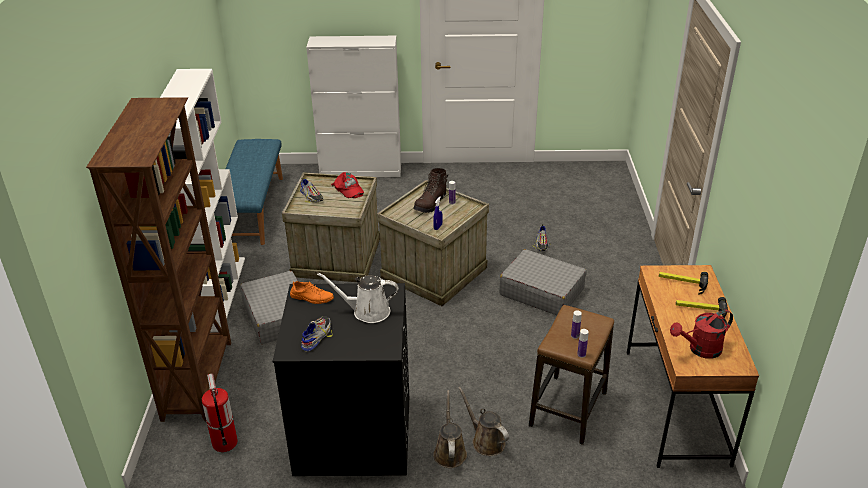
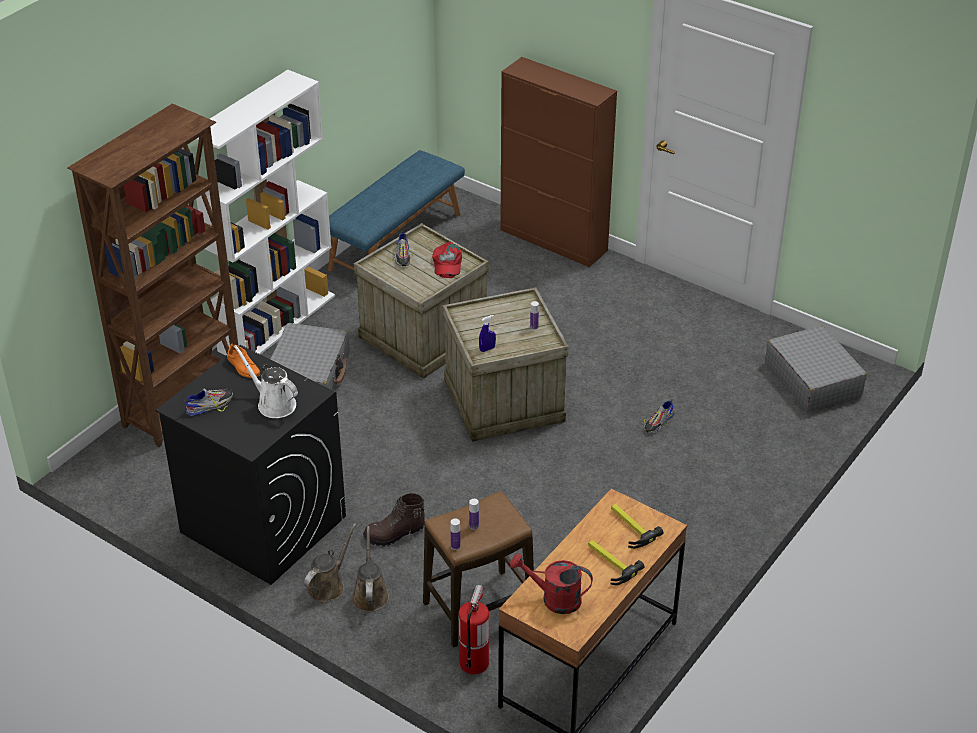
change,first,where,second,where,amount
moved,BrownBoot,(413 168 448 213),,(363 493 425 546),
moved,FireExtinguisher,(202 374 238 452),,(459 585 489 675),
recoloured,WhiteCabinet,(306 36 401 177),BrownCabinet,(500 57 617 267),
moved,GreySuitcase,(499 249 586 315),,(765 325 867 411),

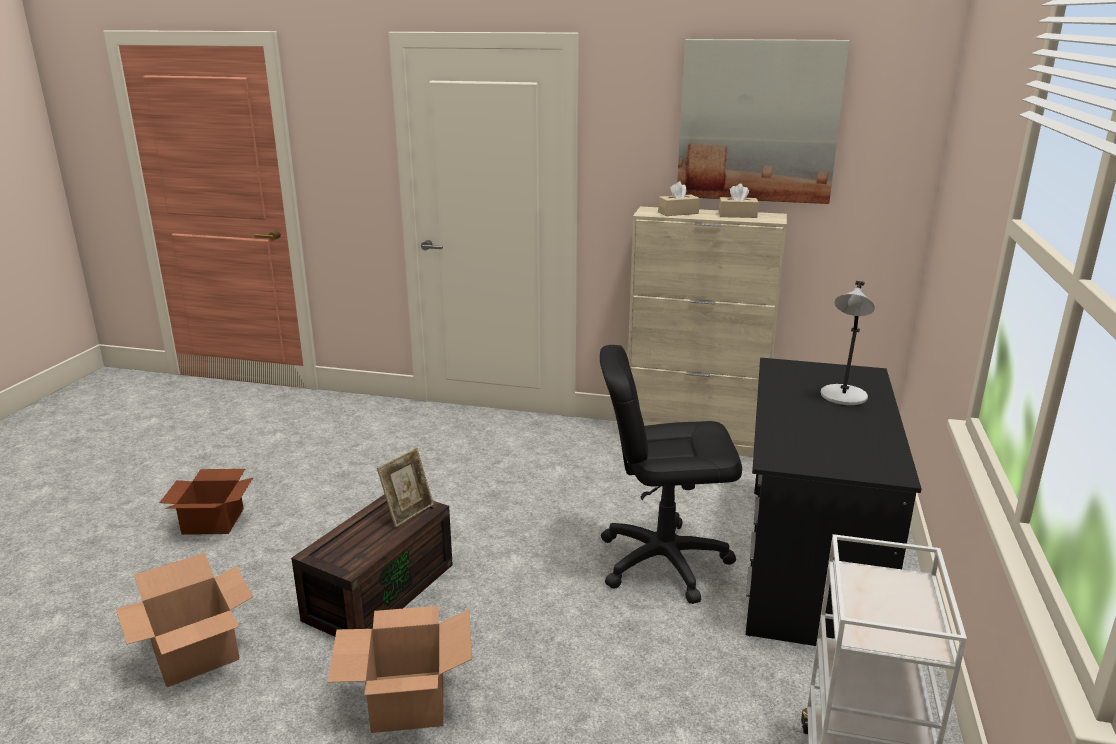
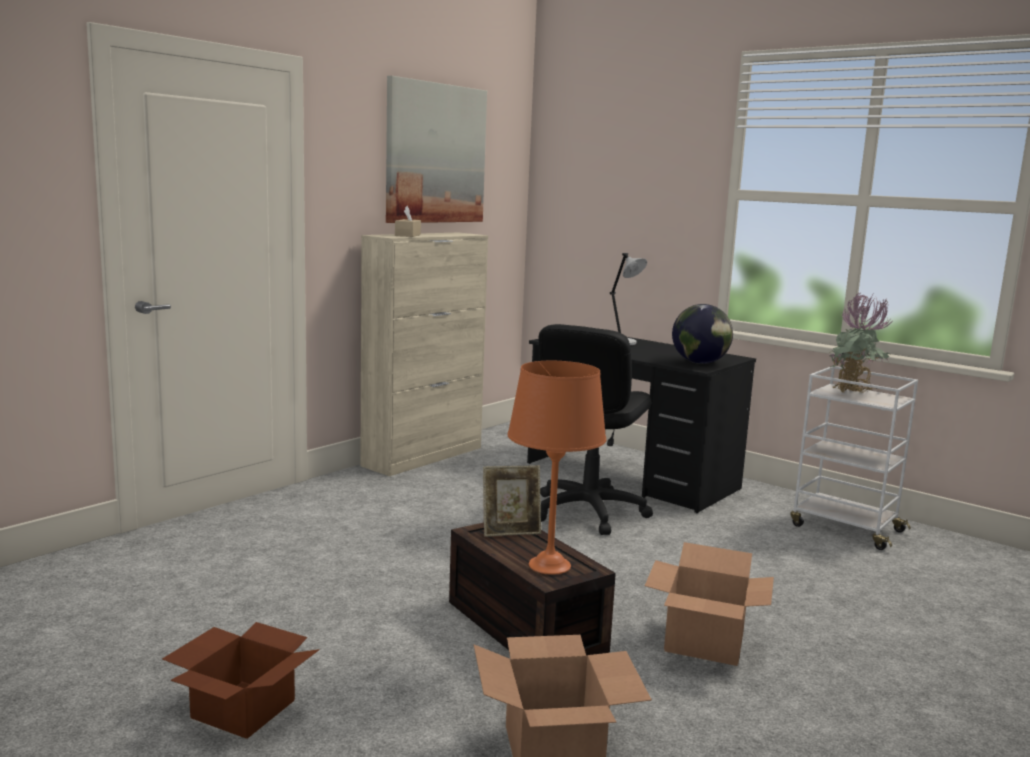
change,first,where,second,where,amount
turned,PictureFrame,(377 448 434 527),,(483 466 541 537),105 degrees clockwise
added,,,OrangeTableLamp,(507 361 606 575),
added,,,Globe,(672 304 733 364),
added,,,PottedPlant,(830 293 893 393),
removed,BeigeTissueBox,(719 184 759 218),,,

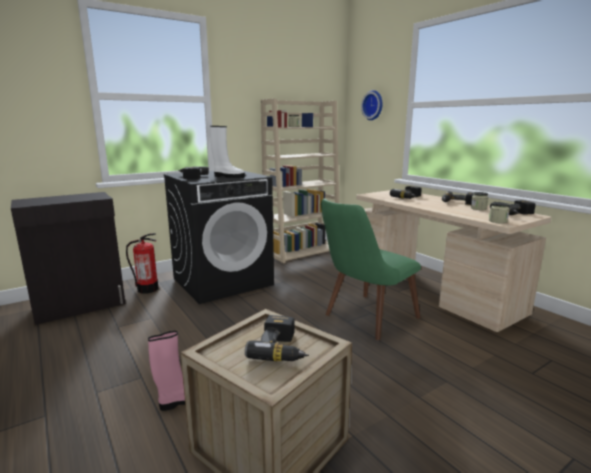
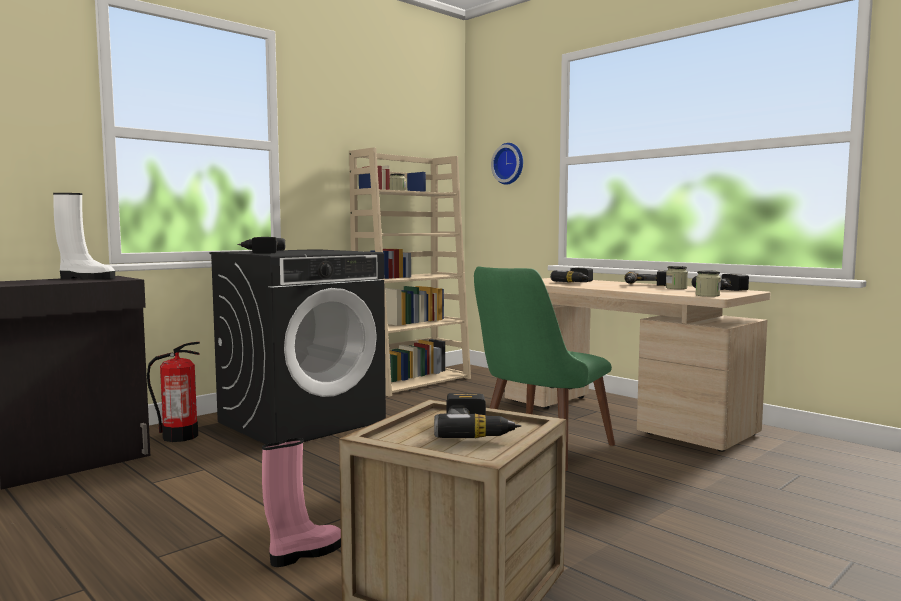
change,first,where,second,where,amount
moved,WhiteBoot,(210 126 245 178),,(53 193 115 280),

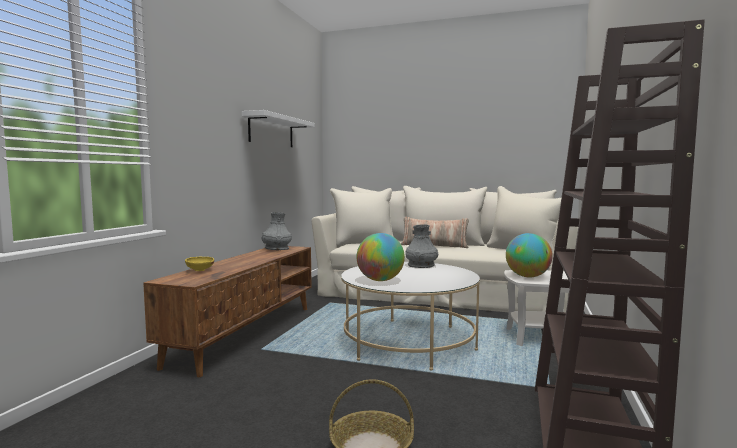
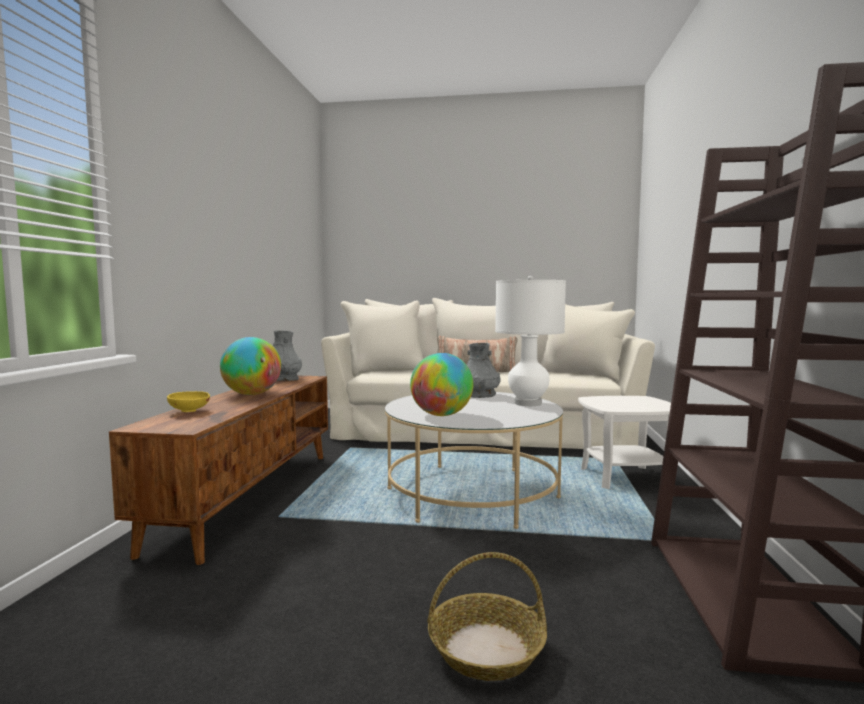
change,first,where,second,where,amount
moved,Globe,(506 233 553 277),,(220 337 281 395),
added,,,WhiteTableLamp,(495 276 566 406),
removed,WhiteShelf,(242 110 314 147),,,

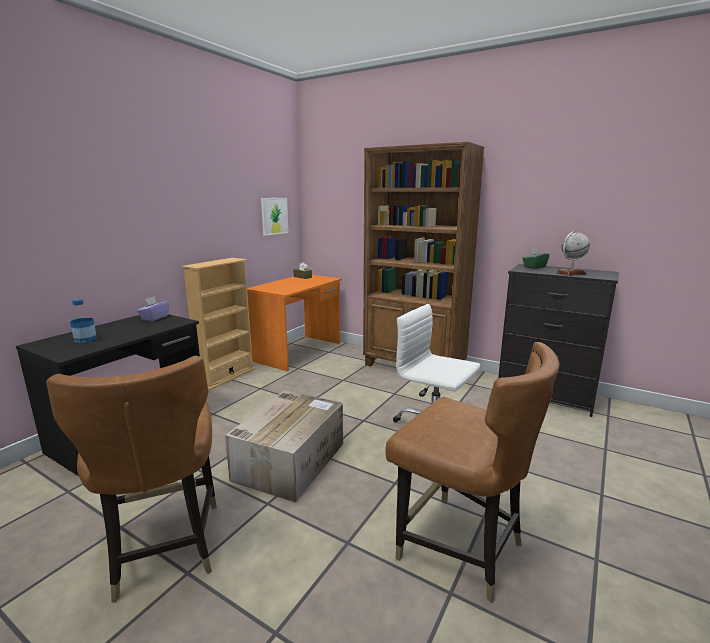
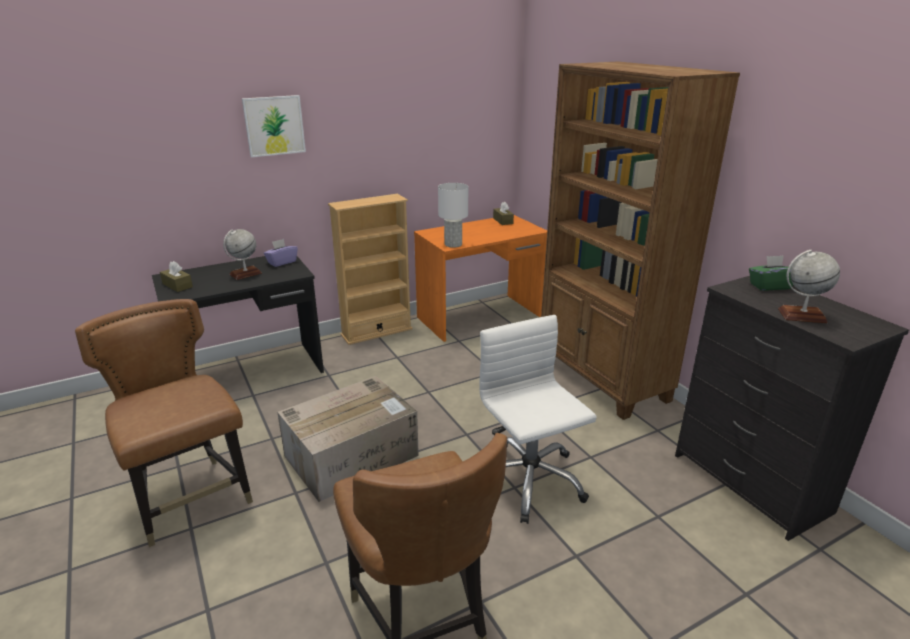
change,first,where,second,where,amount
turned,BrownChair,(46 356 217 602),,(75 299 253 547),135 degrees clockwise
added,,,BrownTissueBox,(160 261 193 292),
added,,,Globe,(223 229 262 280),
moved,Picture,(261 198 289 236),,(242 95 306 157),
added,,,WhiteTableLamp,(438 183 468 248),
removed,Bottle,(70 299 97 343),,,

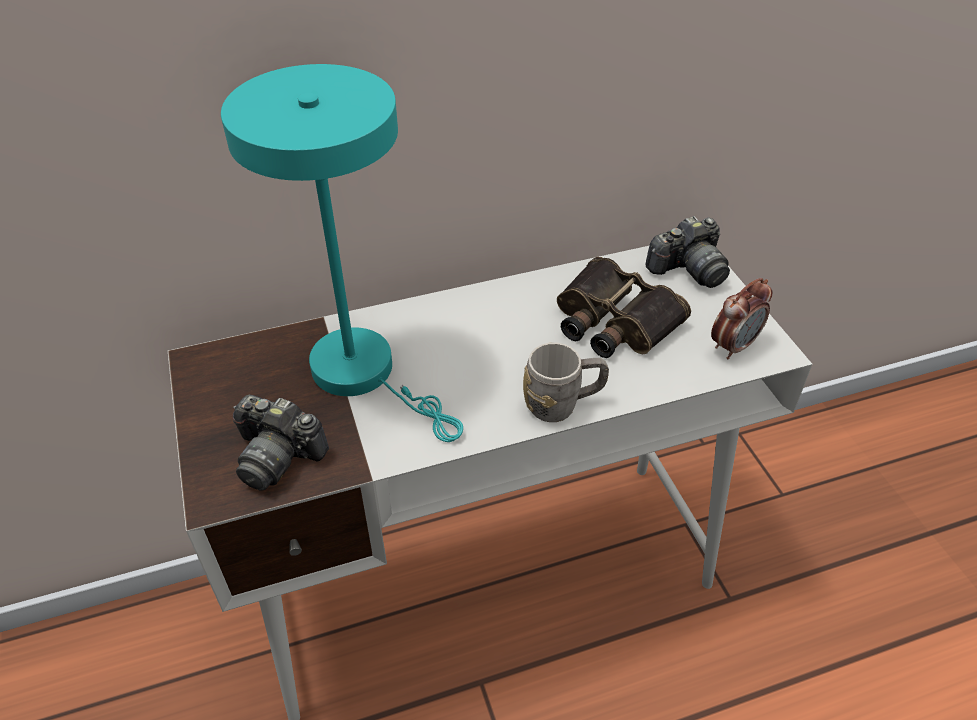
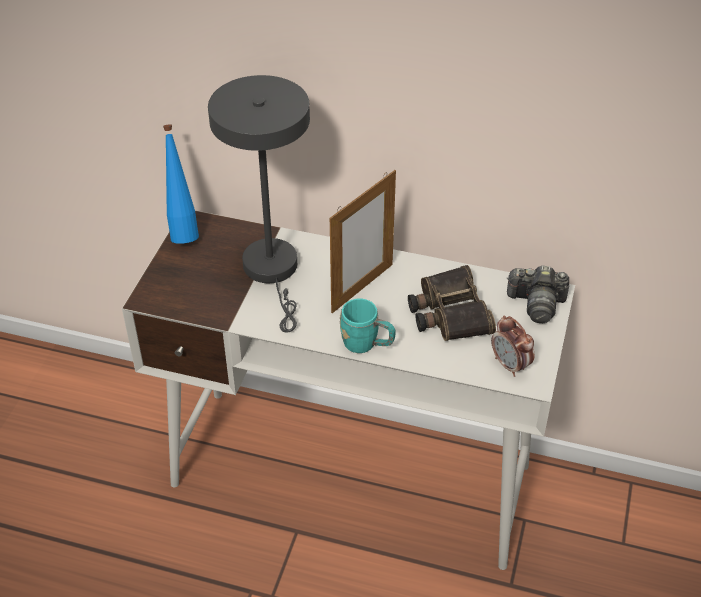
change,first,where,second,where,amount
added,,,BlueBottle,(163 124 199 244),
recoloured,TurquoiseTableLamp,(221 64 463 442),GreyTableLamp,(208 75 310 333),
added,,,PictureFrame,(330 170 396 313),
recoloured,GreyMug,(523 343 609 422),TurquoiseMug,(340 299 395 353),
turned,AlarmClock,(711 278 773 359),,(491 315 534 377),60 degrees clockwise
removed,PhotoCamera,(233 394 329 490),,,

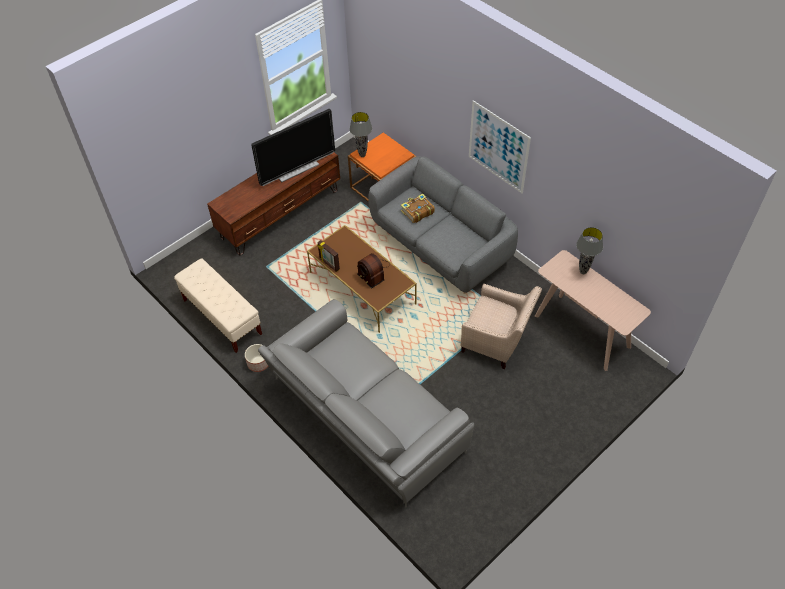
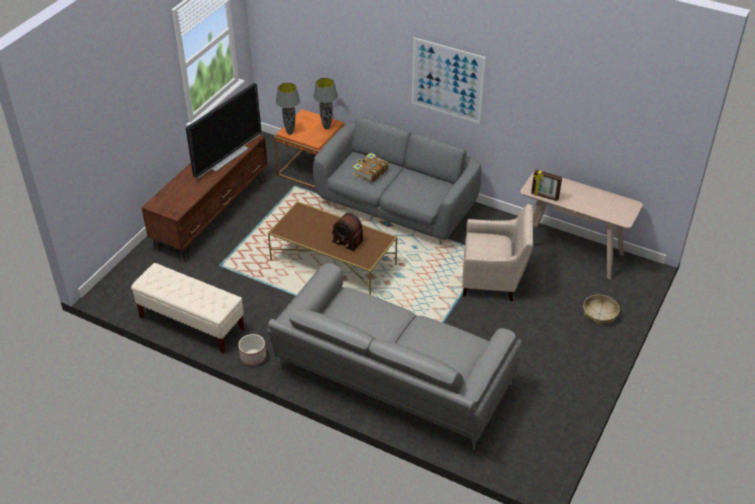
change,first,where,second,where,amount
moved,GreyTableLamp,(576 227 603 274),,(313 78 338 129),
moved,PictureFrame,(317 240 340 272),,(531 169 562 201),
added,,,Basket,(583 295 620 325),

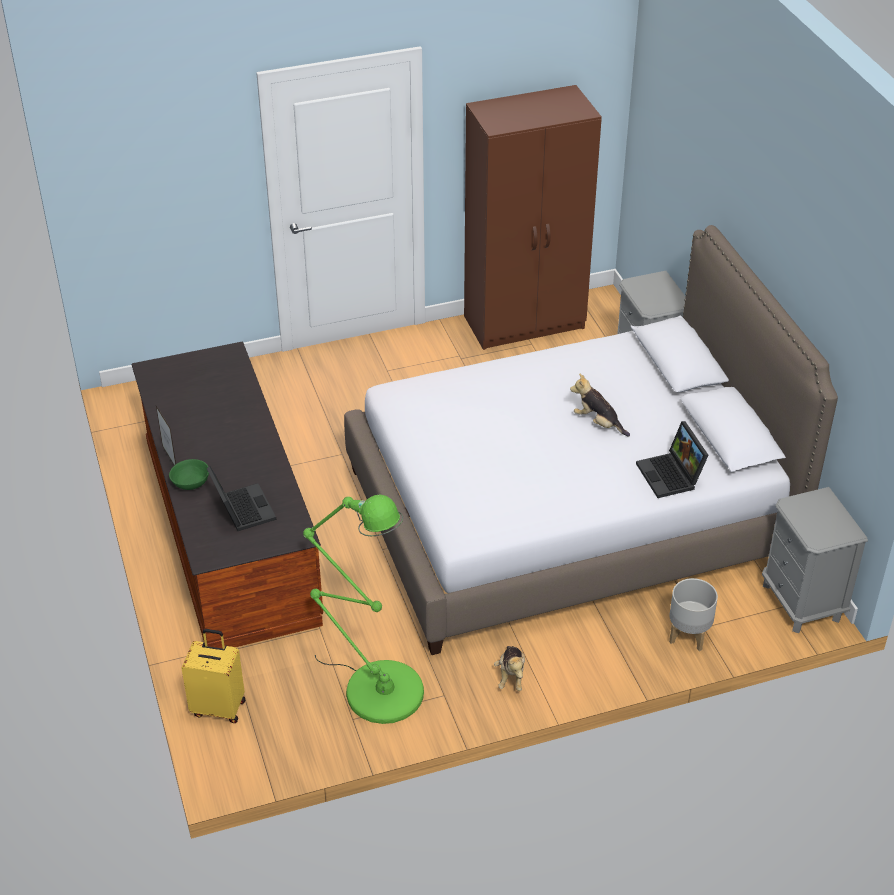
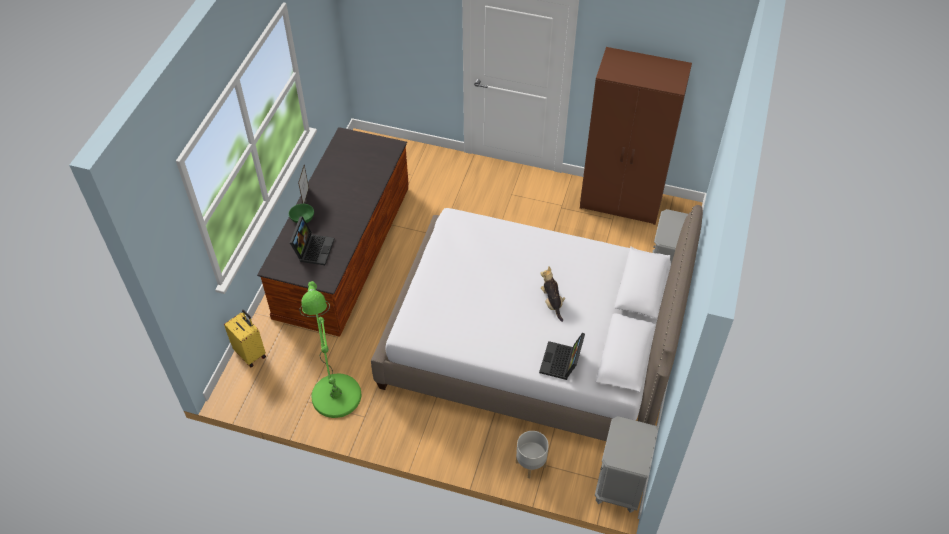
change,first,where,second,where,amount
removed,PlushToy,(494 646 525 691),,,

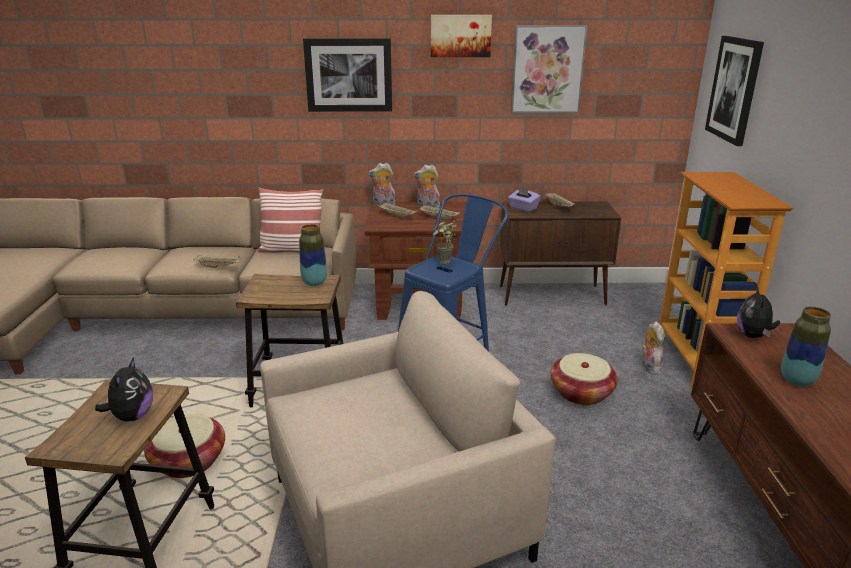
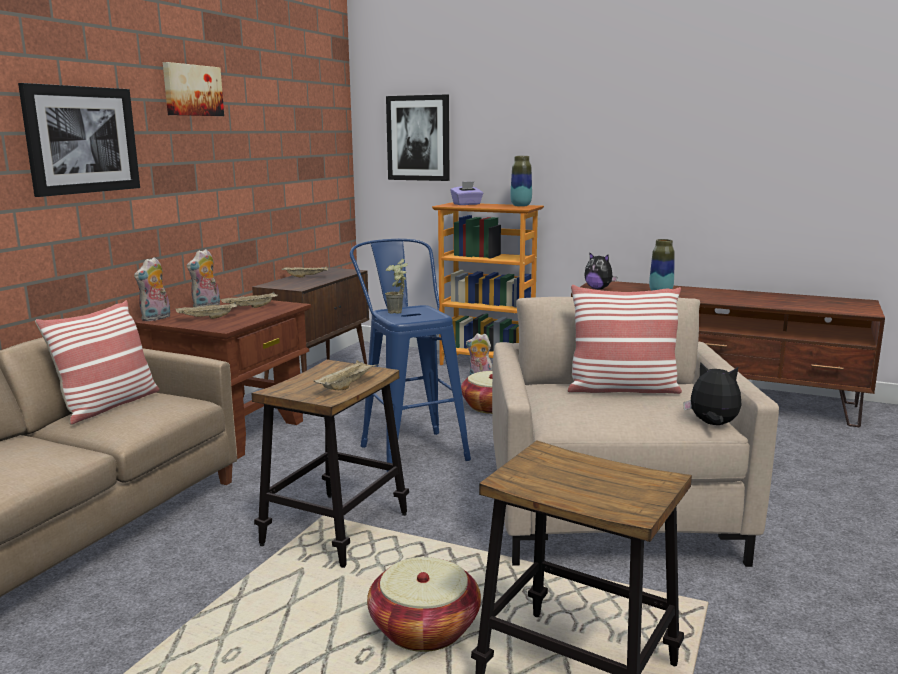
change,first,where,second,where,amount
moved,BeigeTray,(193 255 240 268),,(313 360 379 390),
moved,PurpleTissueBox,(508 187 540 212),,(450 182 483 205),
moved,Vase,(299 224 327 286),,(510 156 532 207),
added,,,Pillow,(568 285 682 394),
moved,PlushToy,(95 357 153 422),,(683 362 741 425),
removed,Picture,(511 25 588 114),,,

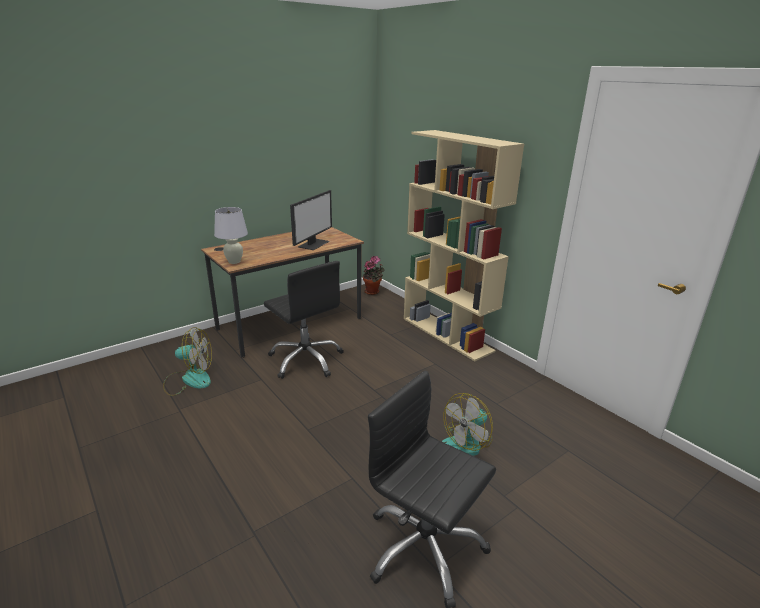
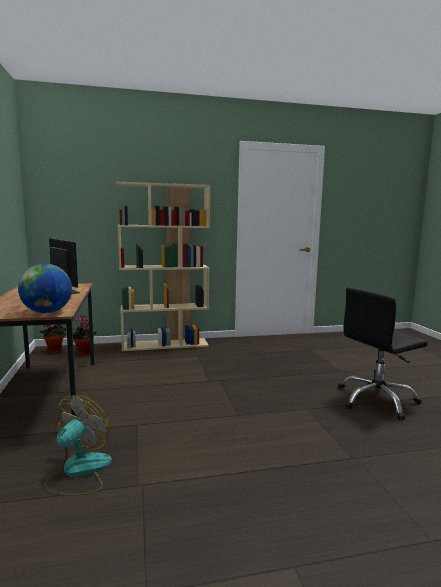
change,first,where,second,where,amount
replaced,WhiteTableLamp,(214 207 248 264),Globe,(18 264 72 313),
added,,,PottedPlant,(73 315 97 356),
removed,BlackOfficeChair,(264 261 344 379),,,
removed,Fan,(442 393 493 456),,,

